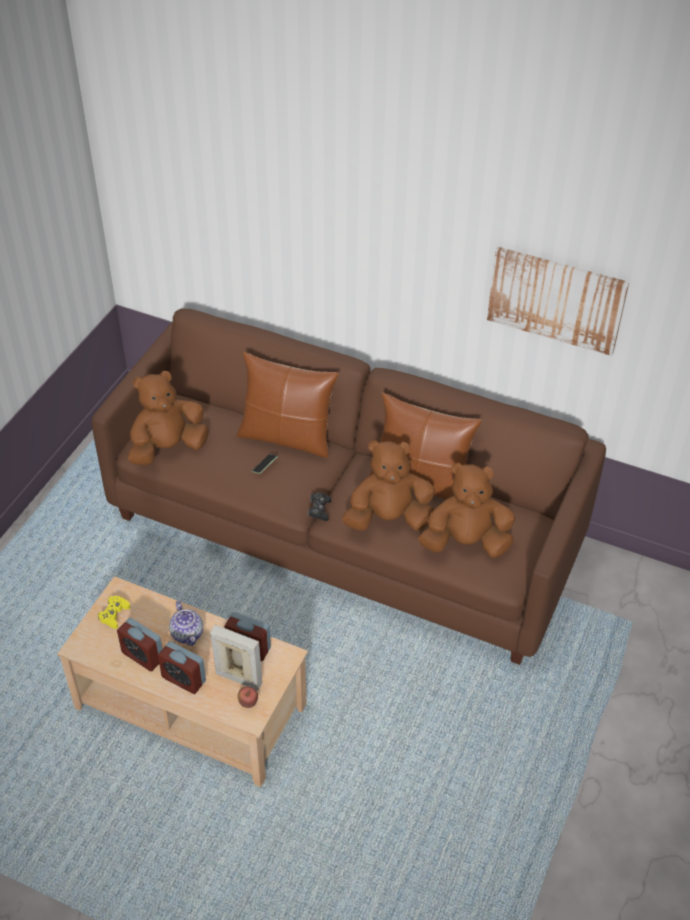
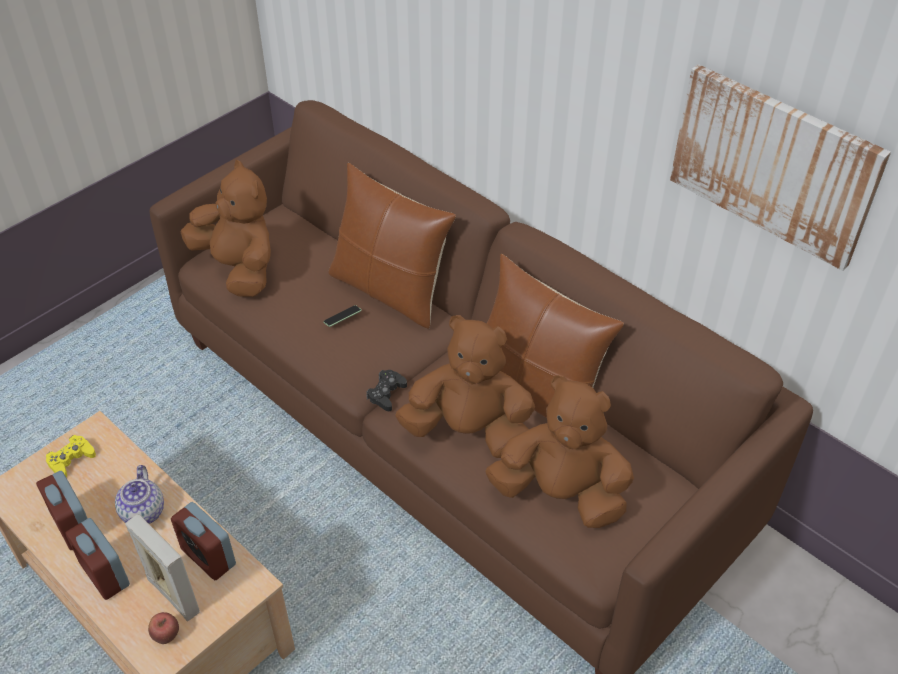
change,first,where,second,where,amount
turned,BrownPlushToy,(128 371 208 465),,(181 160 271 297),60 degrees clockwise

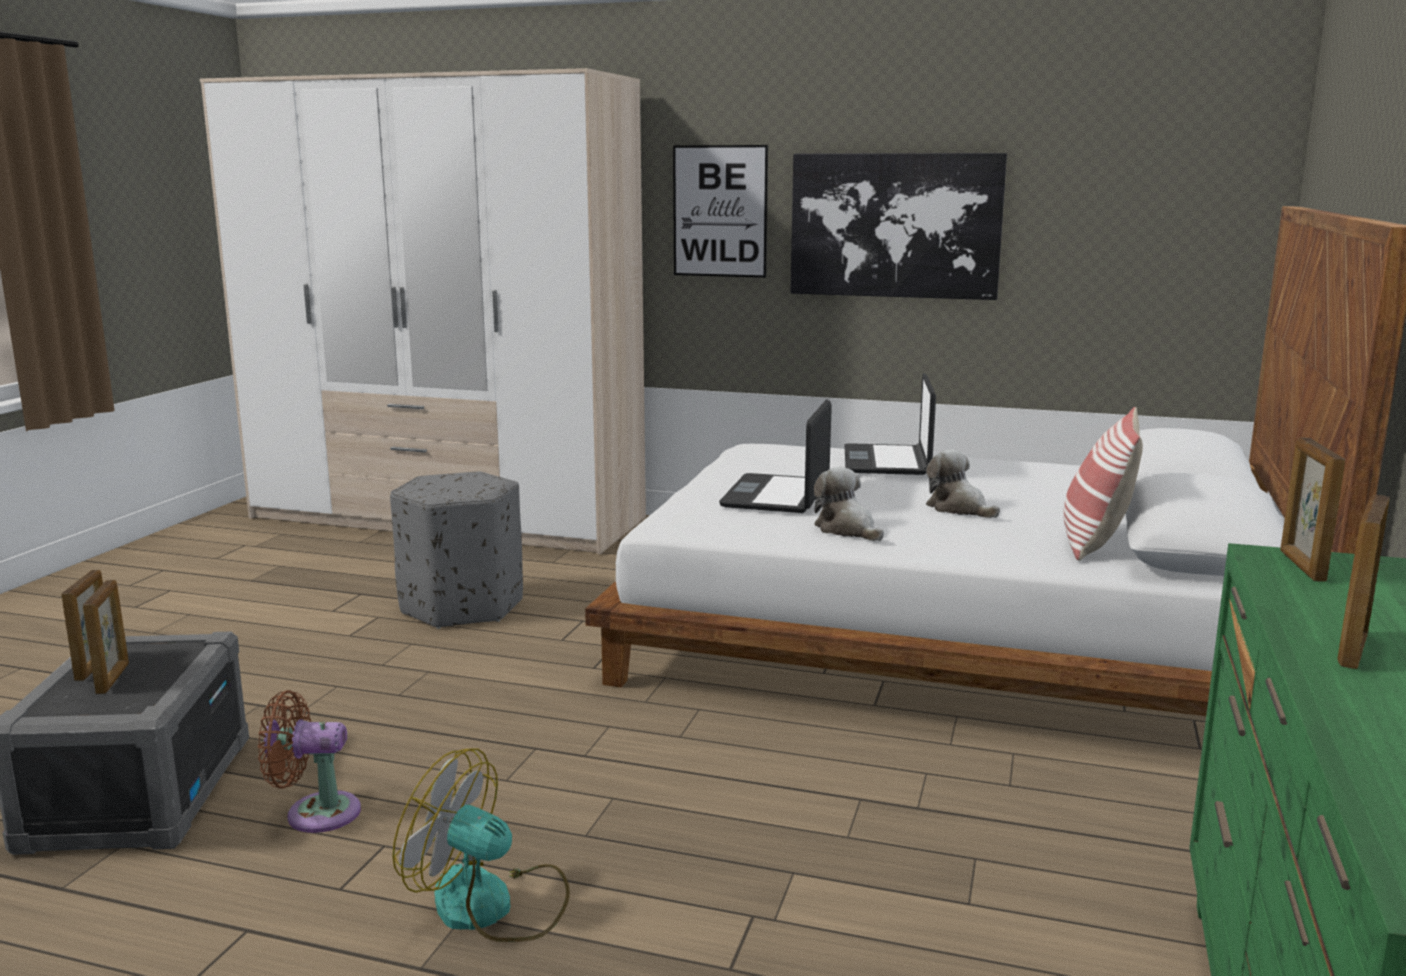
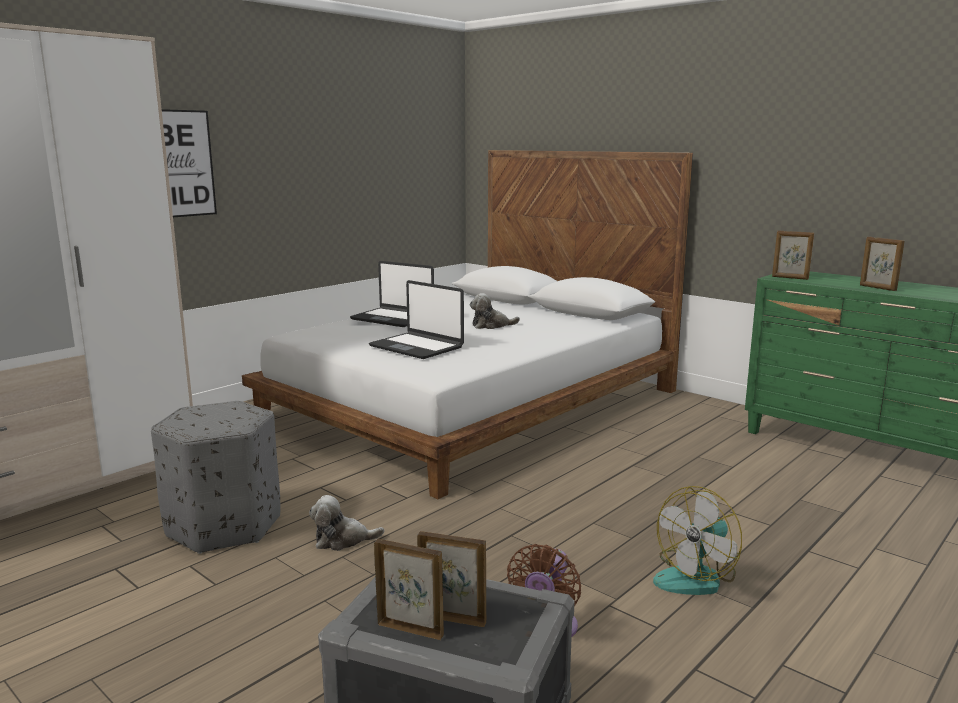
change,first,where,second,where,amount
moved,PlushToy,(814 467 884 541),,(309 495 385 551),
removed,Picture,(791 153 1007 300),,,
removed,Pillow,(1063 407 1143 561),,,

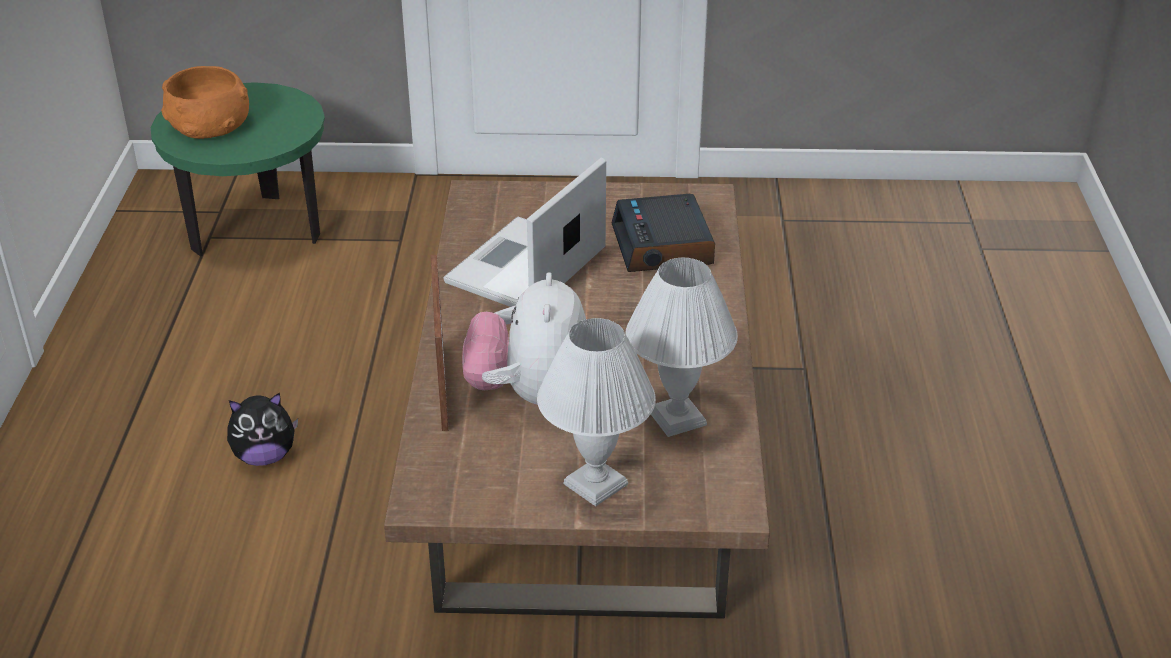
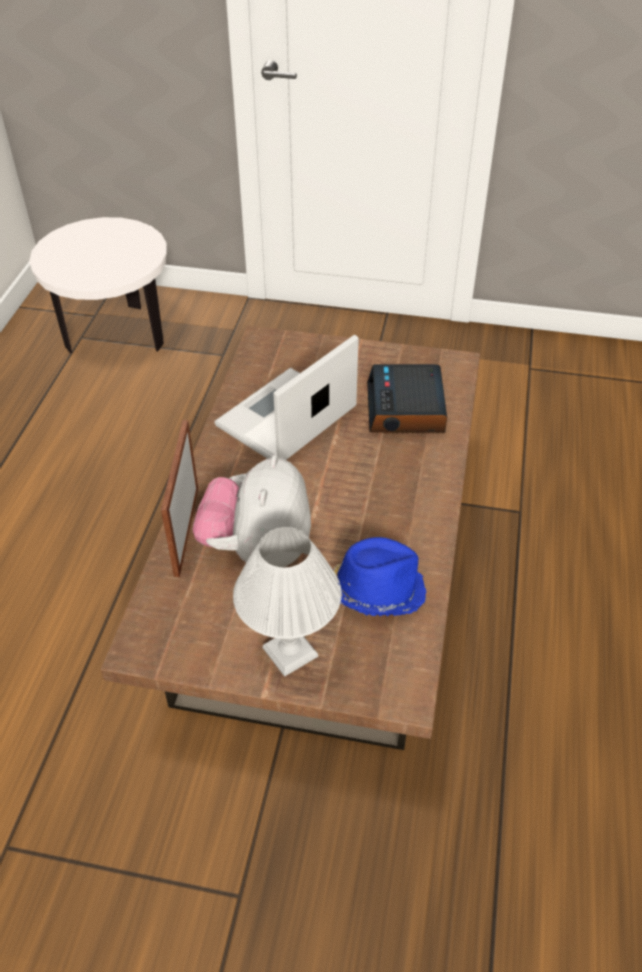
change,first,where,second,where,amount
recoloured,GreenSideTable,(151 82 325 257),WhiteSideTable,(29 217 167 354),
replaced,WhiteTableLamp,(625 258 738 437),BlueHat,(333 537 426 616),
removed,OrangeBowl,(161 66 249 139),,,
removed,PlushToy,(227 393 298 466),,,

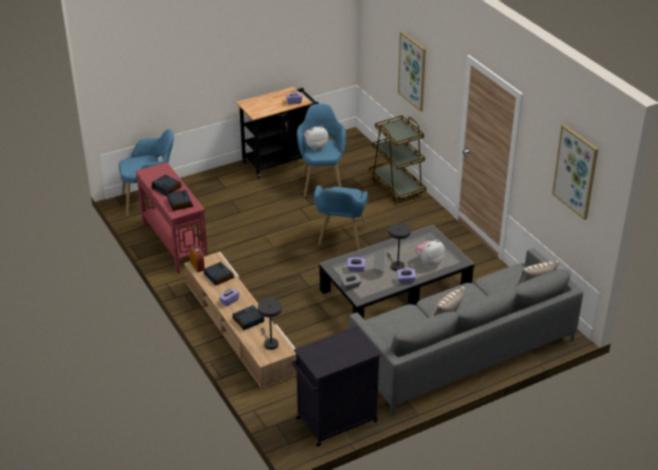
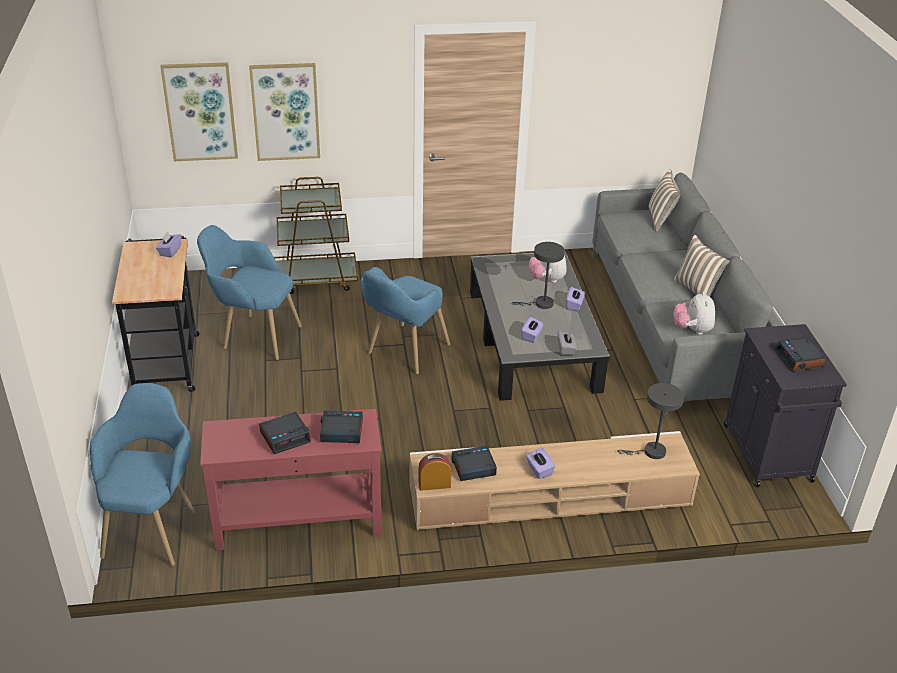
change,first,where,second,where,amount
moved,Picture,(552 124 598 220),,(160 62 238 161),
turned,BlueArmchair,(314 185 368 250),,(360 267 450 374),90 degrees clockwise
moved,PlushToy,(304 126 328 150),,(673 291 715 335),
moved,AlarmClock,(232 305 264 330),,(775 337 826 371),

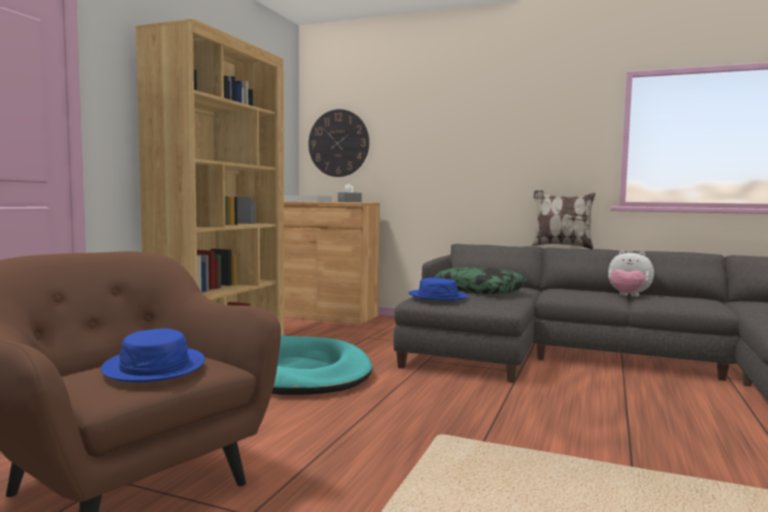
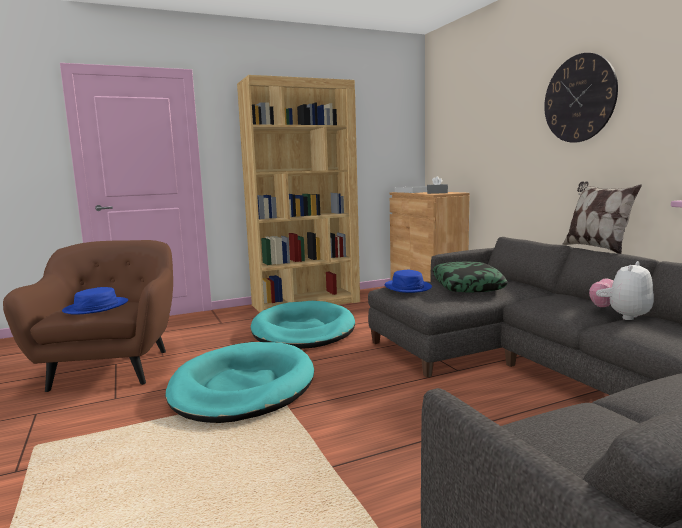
change,first,where,second,where,amount
added,,,TurquoiseDogBed,(165 342 314 423),
moved,WallClock,(308 109 369 177),,(544 53 618 143),
turned,PlushToy,(608 250 654 297),,(589 261 654 320),60 degrees clockwise

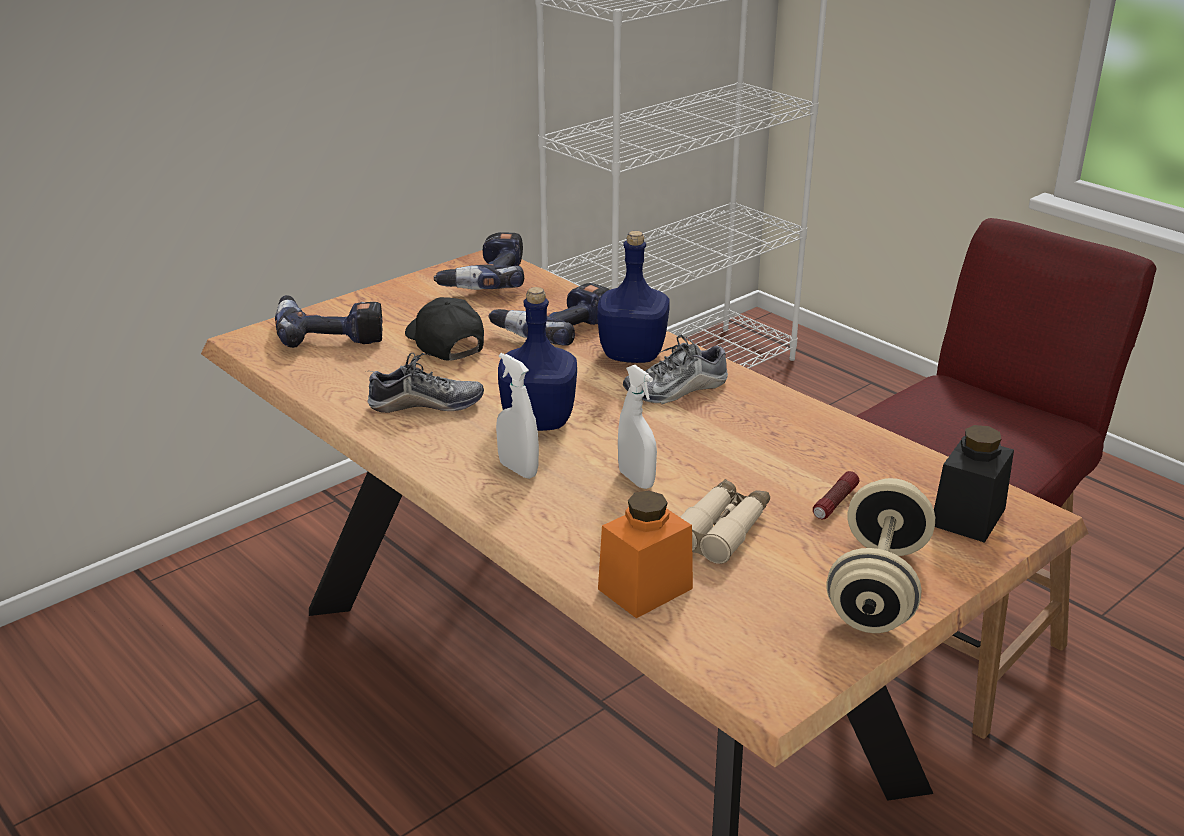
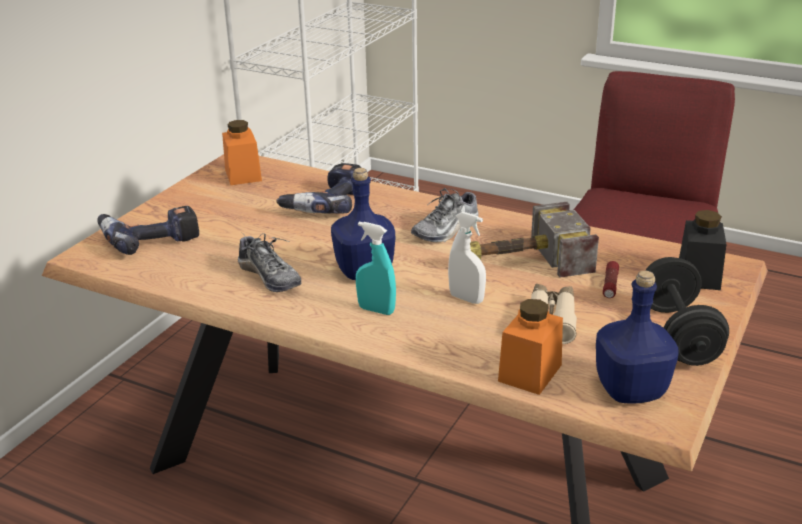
change,first,where,second,where,amount
replaced,PowerDrill,(434 232 524 290),OrangeJar,(222 120 262 185),
turned,Shoe,(364 353 484 413),,(238 233 301 292),75 degrees clockwise
recoloured,WhiteSprayBottle,(496 353 539 479),TurquoiseSprayBottle,(356 222 396 315),
added,,,Hammer,(470 202 599 278),
moved,BlueBottle,(597 231 670 363),,(596 270 679 404),
recoloured,BeigeDumbbell,(826 478 935 633),BlackDumbbell,(645 257 729 366),
removed,BlackCap,(405 297 484 361),,,

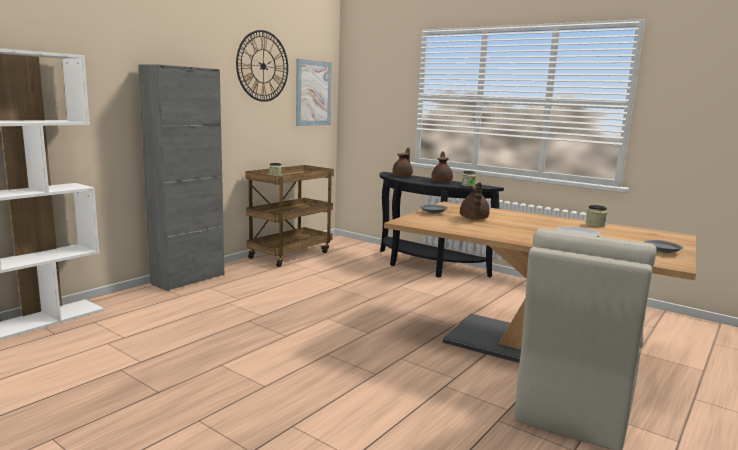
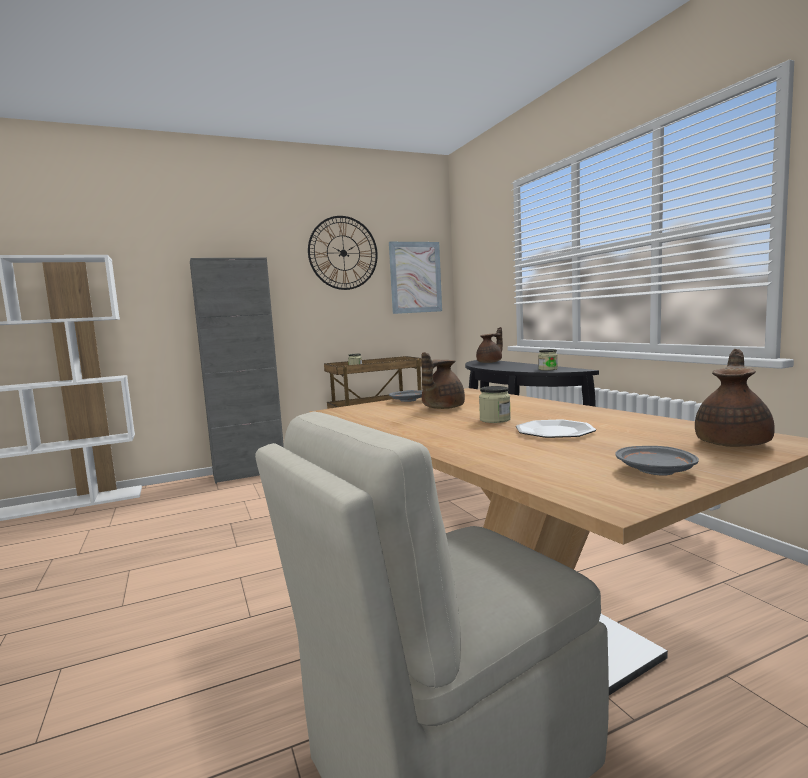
change,first,where,second,where,amount
moved,Jar,(586 205 607 228),,(479 386 511 423),
moved,BrownTeapot,(431 151 453 182),,(695 349 775 447),

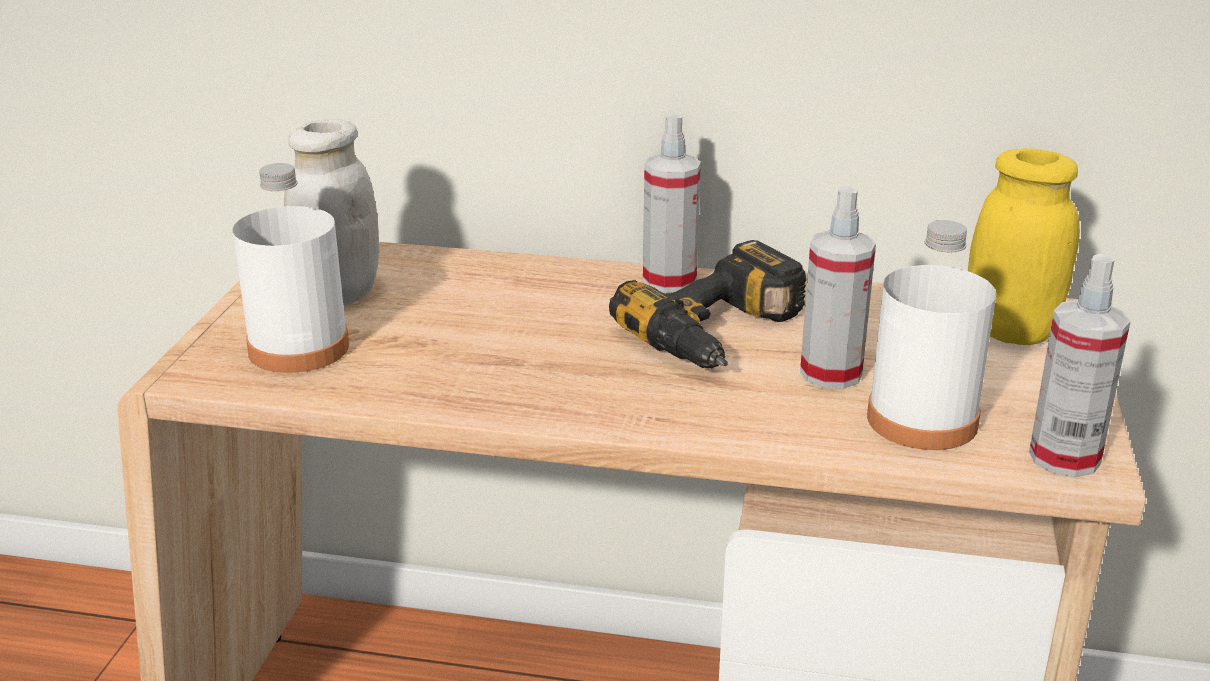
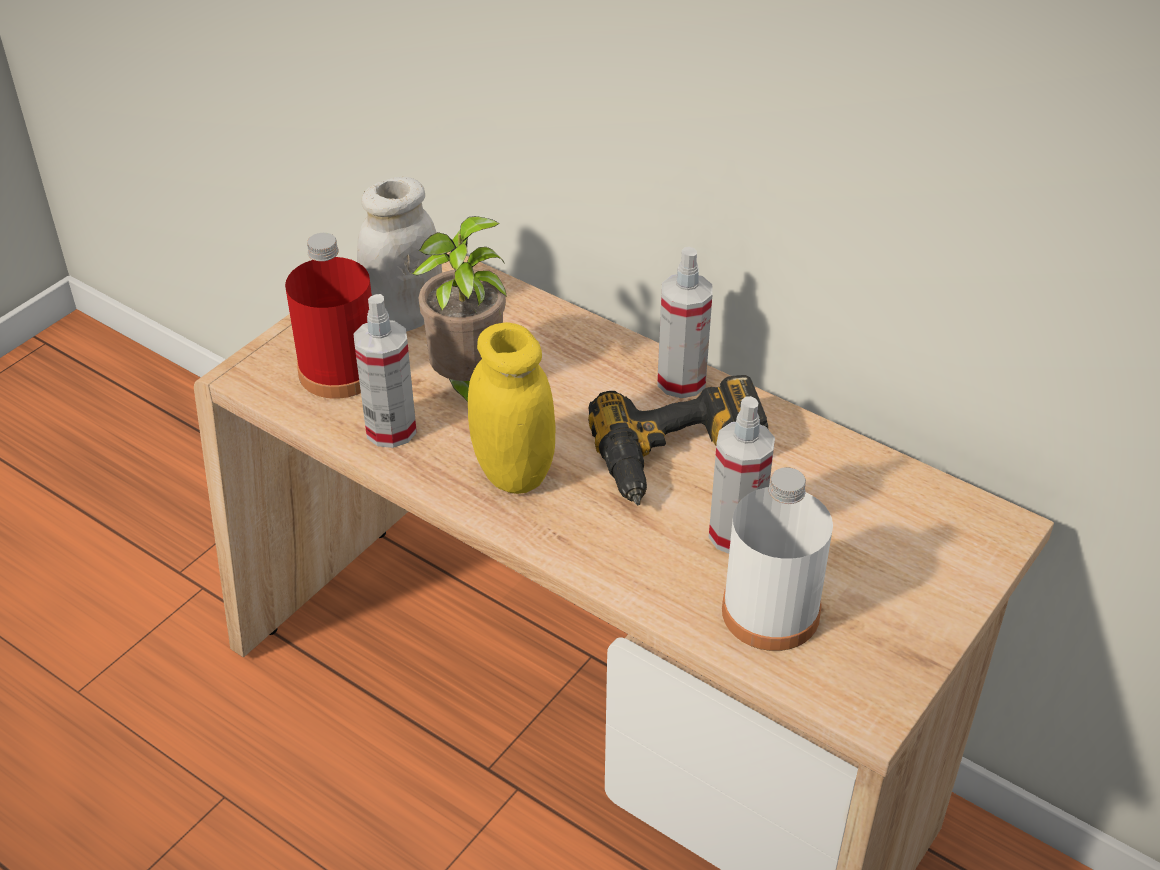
change,first,where,second,where,amount
recoloured,WhiteBottle,(233 163 349 373),RedBottle,(285 233 372 399),
moved,SprayBottle,(1029 254 1131 477),,(353 294 417 448),
added,,,PottedPlant,(411 216 507 402),
moved,YellowJar,(968 148 1080 345),,(468 322 555 494),

